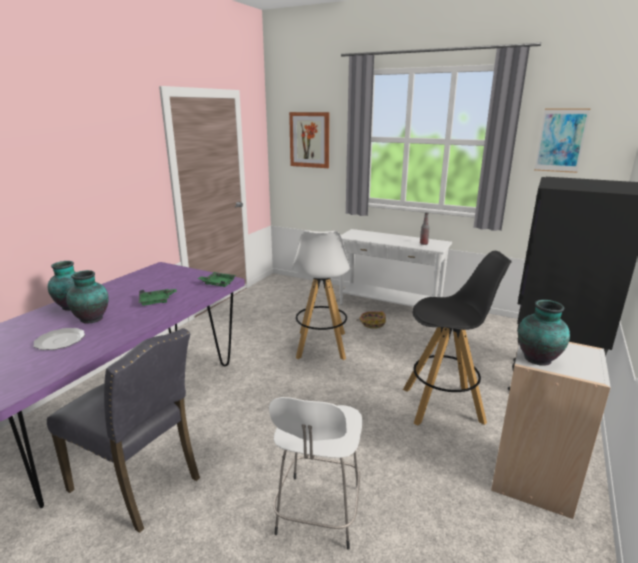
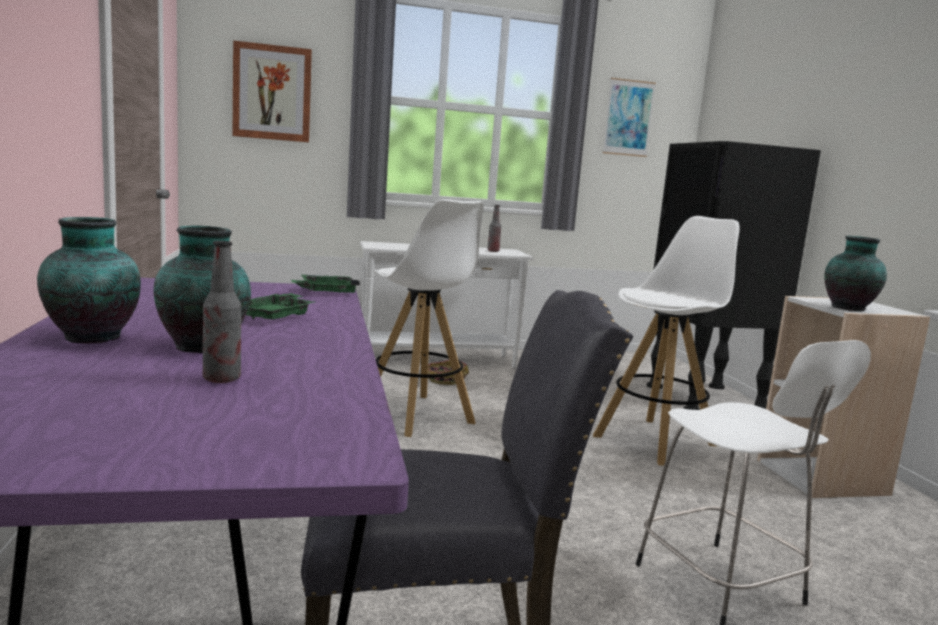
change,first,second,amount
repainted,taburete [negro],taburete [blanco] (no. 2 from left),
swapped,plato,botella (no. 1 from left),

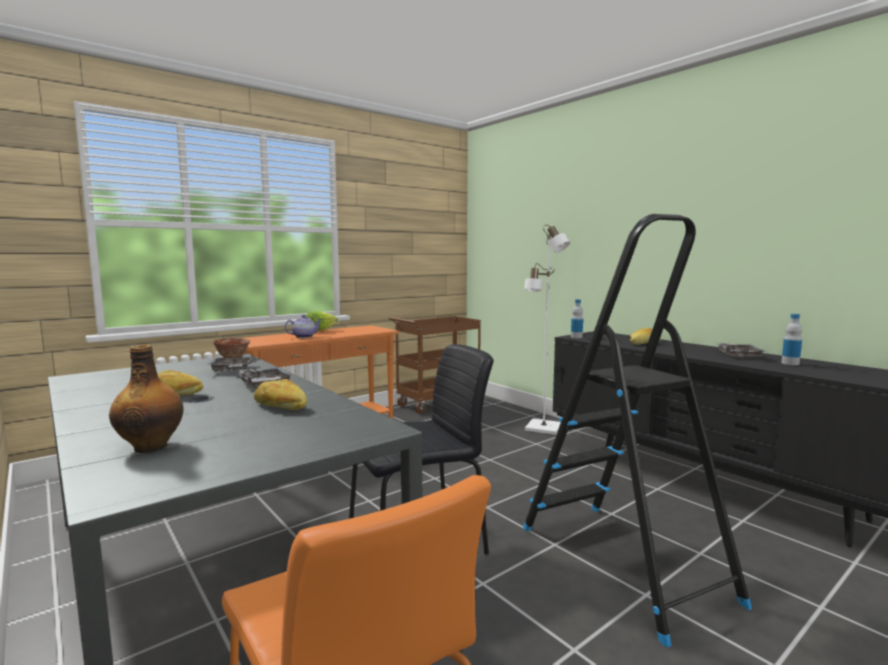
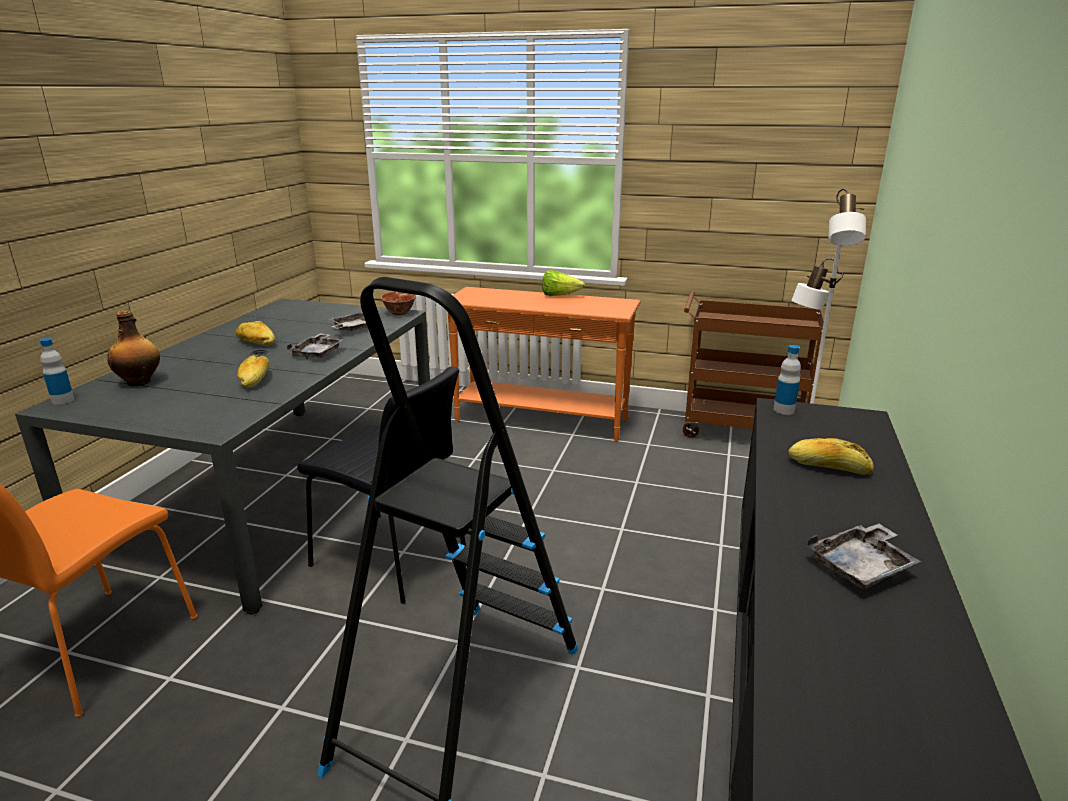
change,first,second,amount
shifted,botella (no. 3 from left in the first image),botella (no. 1 from left),
gone,tetera,,

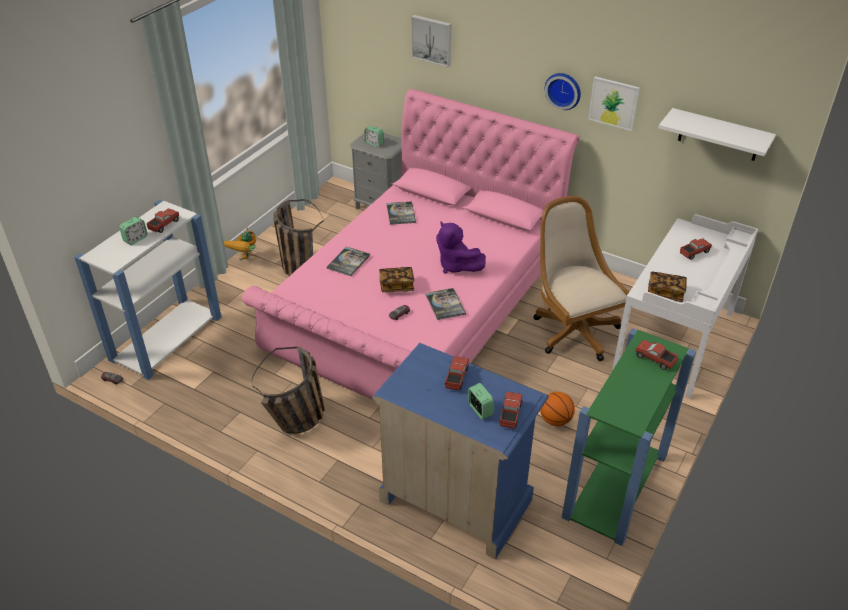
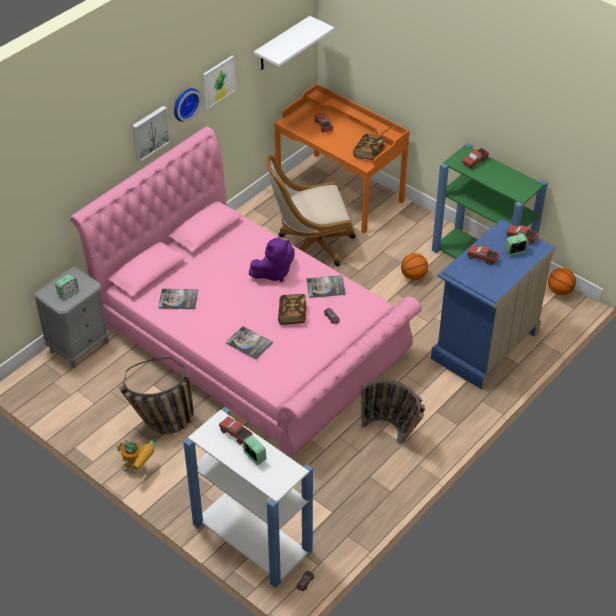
change,first,second,amount
shifted,cuadro (no. 1 from left),,
repainted,escritorio [blanco],escritorio [naranja],
new,,balón de baloncesto (no. 2 from left),

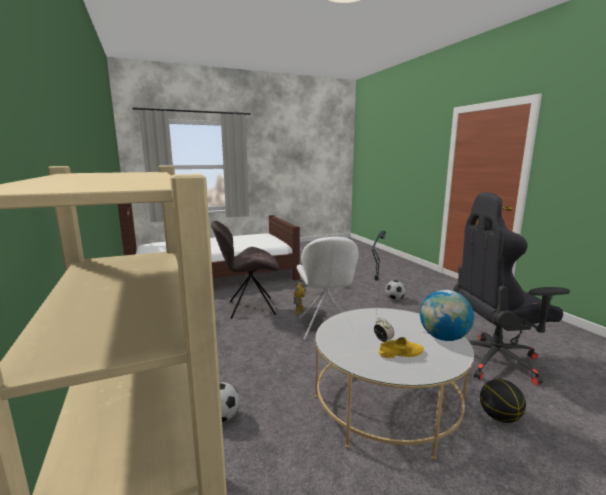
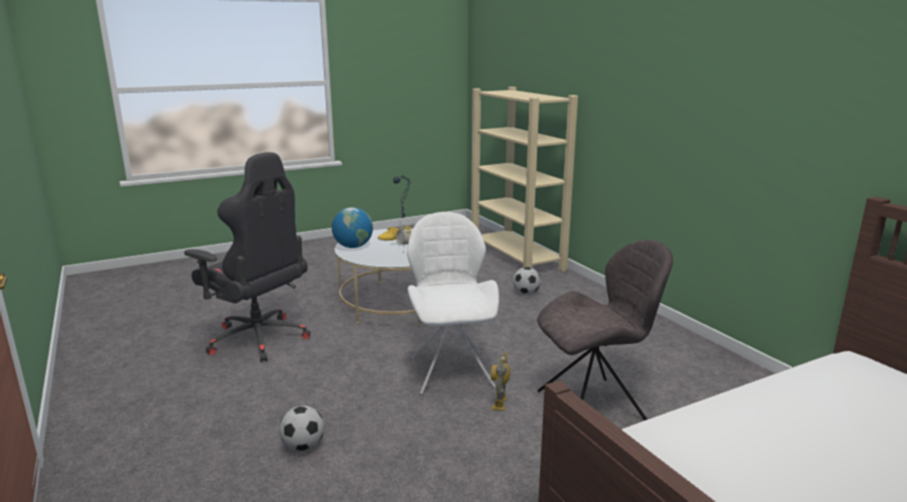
change,first,second,amount
rotated,silla de oficina [negro],,45 degrees clockwise
gone,balón de baloncesto,,

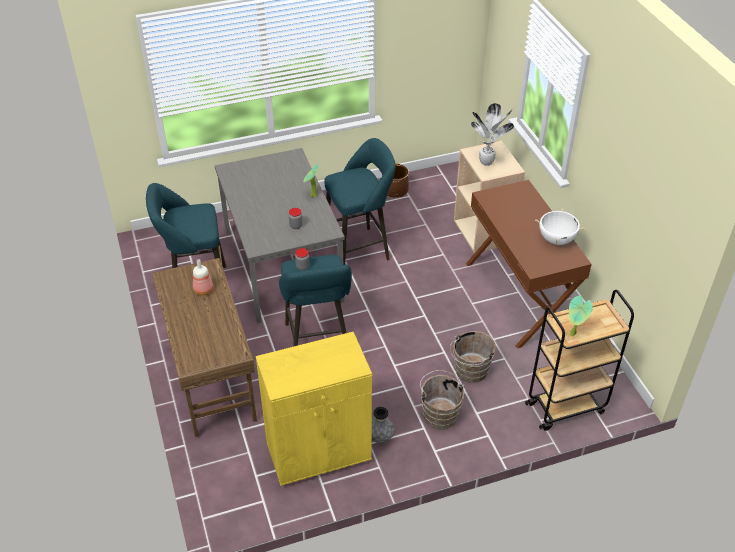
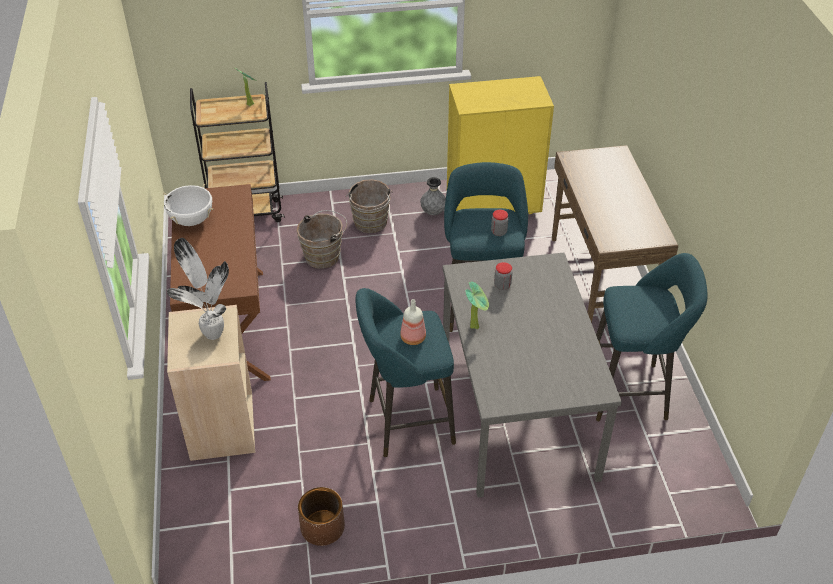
change,first,second,amount
shifted,botella,,

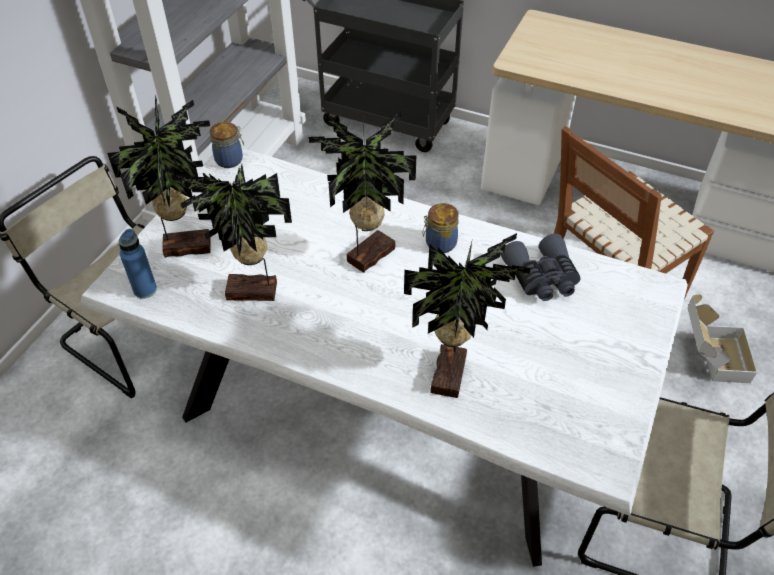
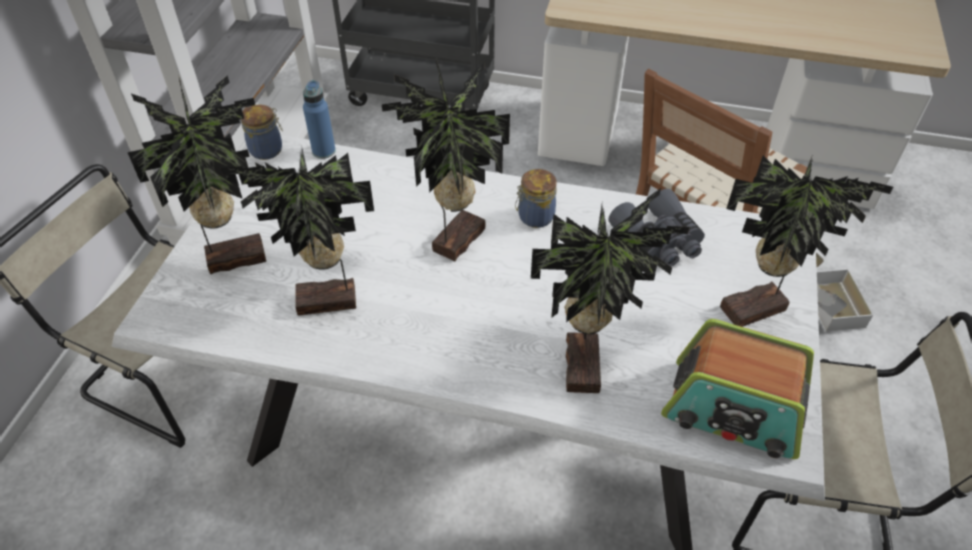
change,first,second,amount
shifted,botella [azul],,
new,,planta en maceta (no. 5 from left),
new,,radio,

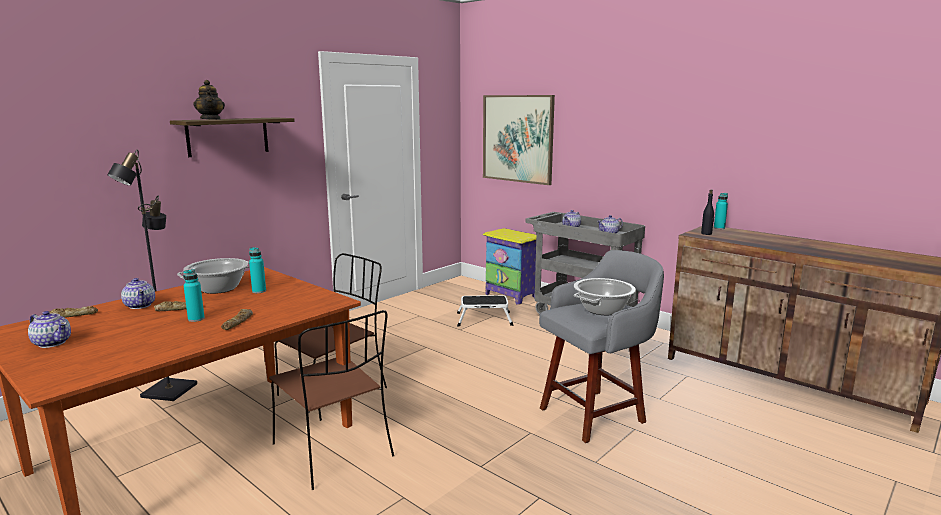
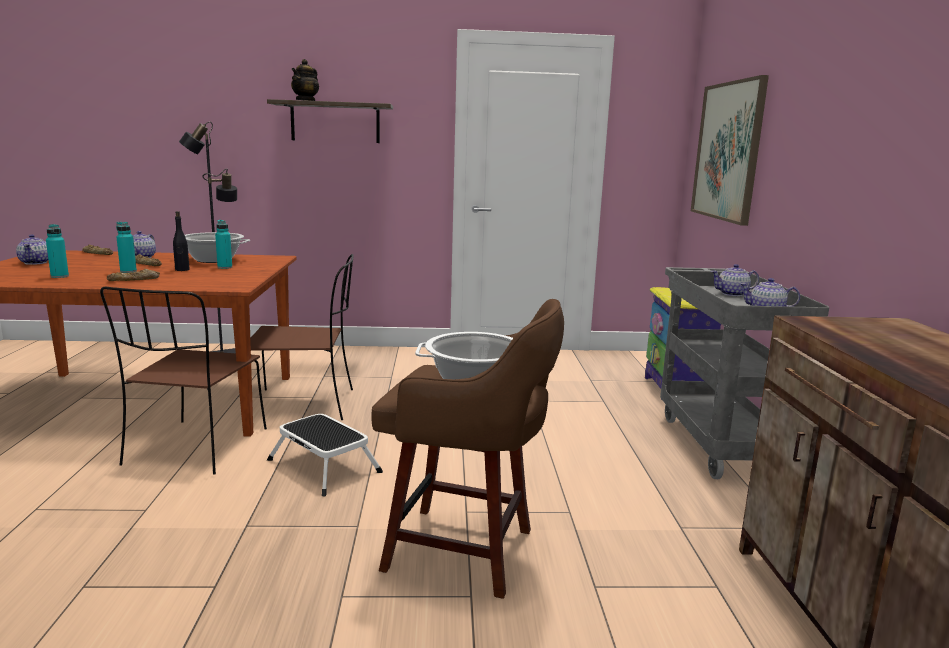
change,first,second,amount
shifted,botella [negro],,
shifted,botella [turquesa] (no. 3 from left in the first image),botella [turquesa] (no. 1 from left),
repainted,taburete [gris],taburete [marrón],
shifted,escalera de tijera [negro],,

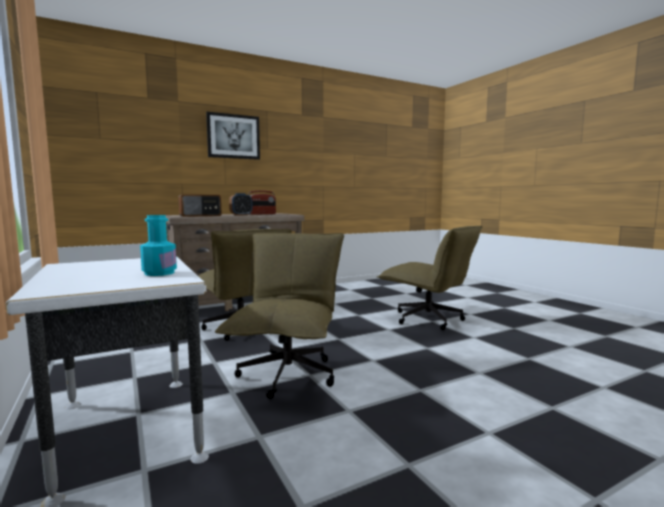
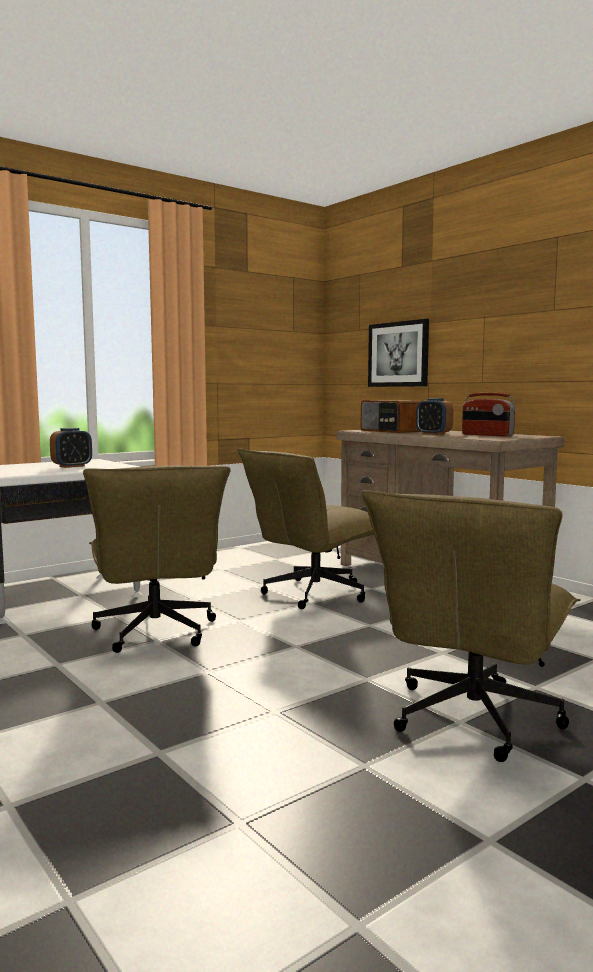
change,first,second,amount
shifted,cuadro,,
gone,botella [turquesa],,
rotated,silla de oficina [beis] (no. 2 from left in the first image),silla de oficina [beis] (no. 1 from left),75 degrees clockwise
new,,despertador (no. 1 from left),

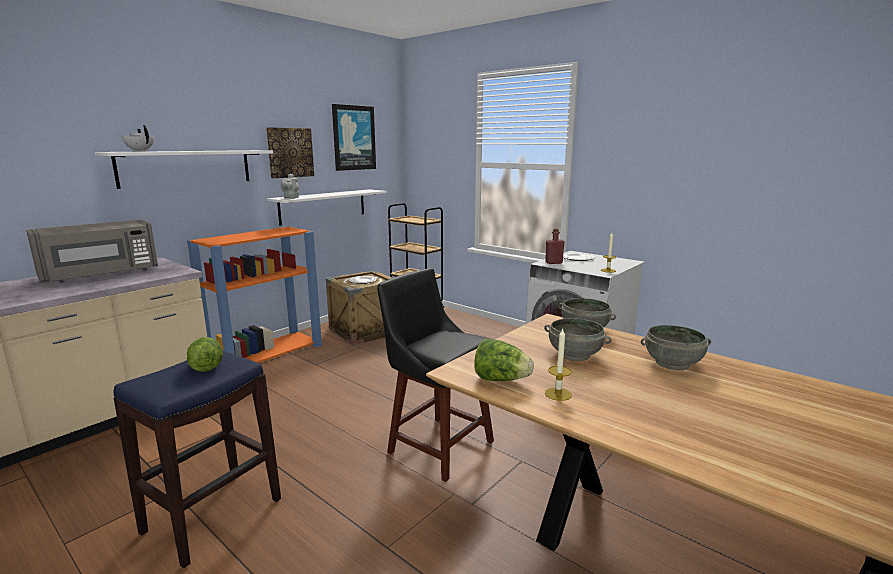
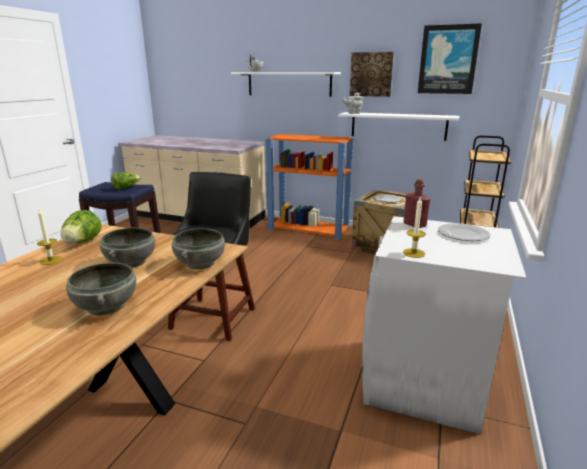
change,first,second,amount
gone,microondas [gris],,

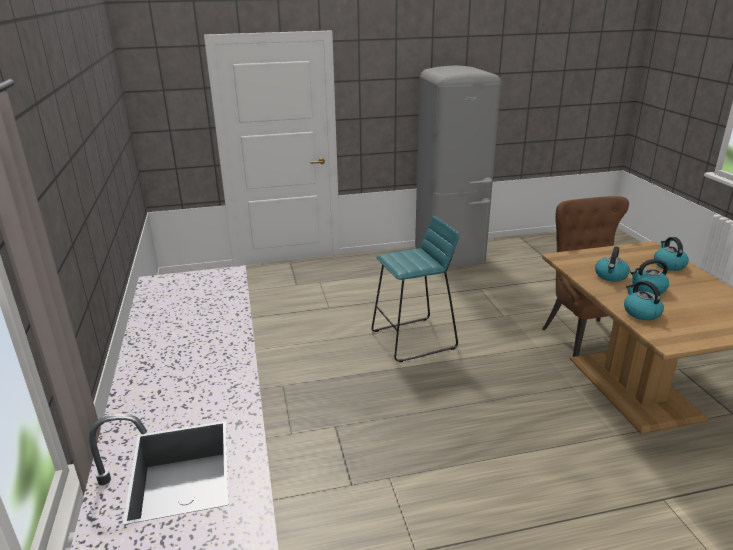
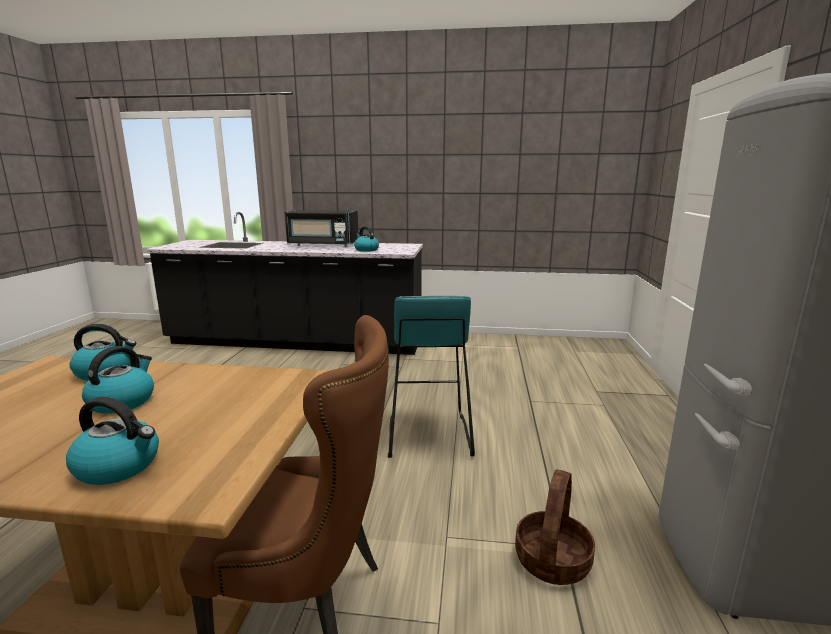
change,first,second,amount
shifted,hervidor (no. 1 from left in the first image),hervidor (no. 4 from left),
new,,microondas [negro],
new,,cesta,

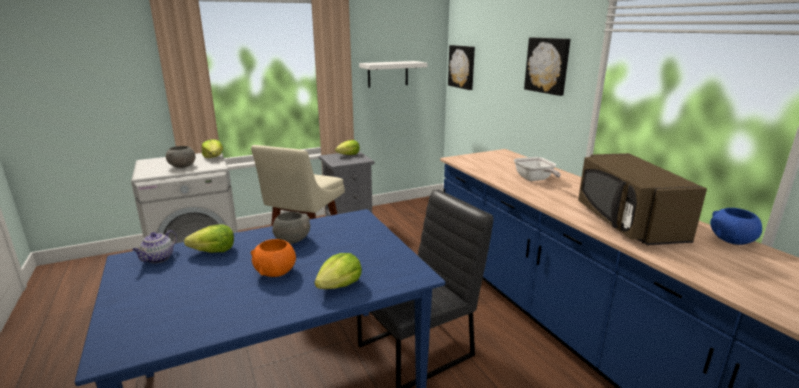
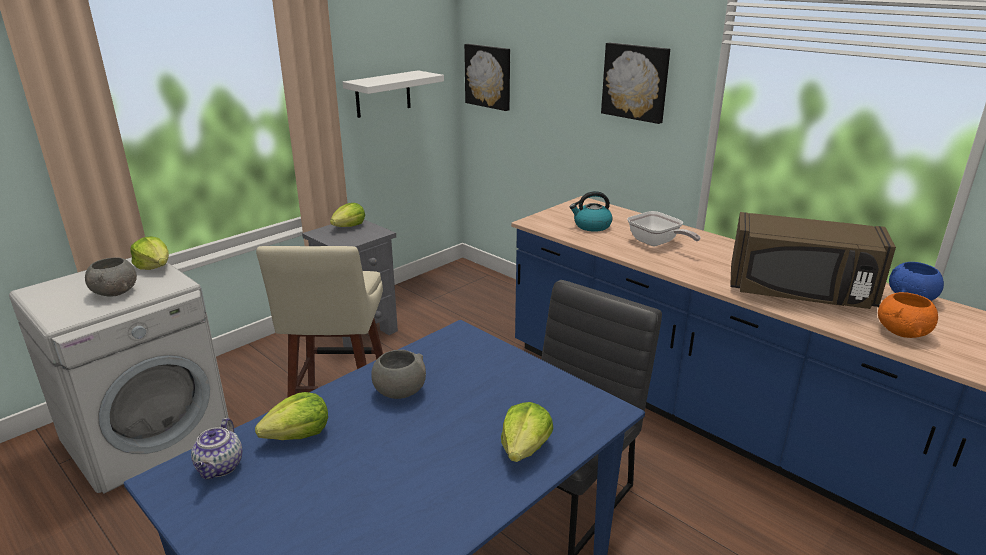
change,first,second,amount
rotated,microondas [marrón],,45 degrees counterclockwise
shifted,cuenco [naranja],,
new,,hervidor,

